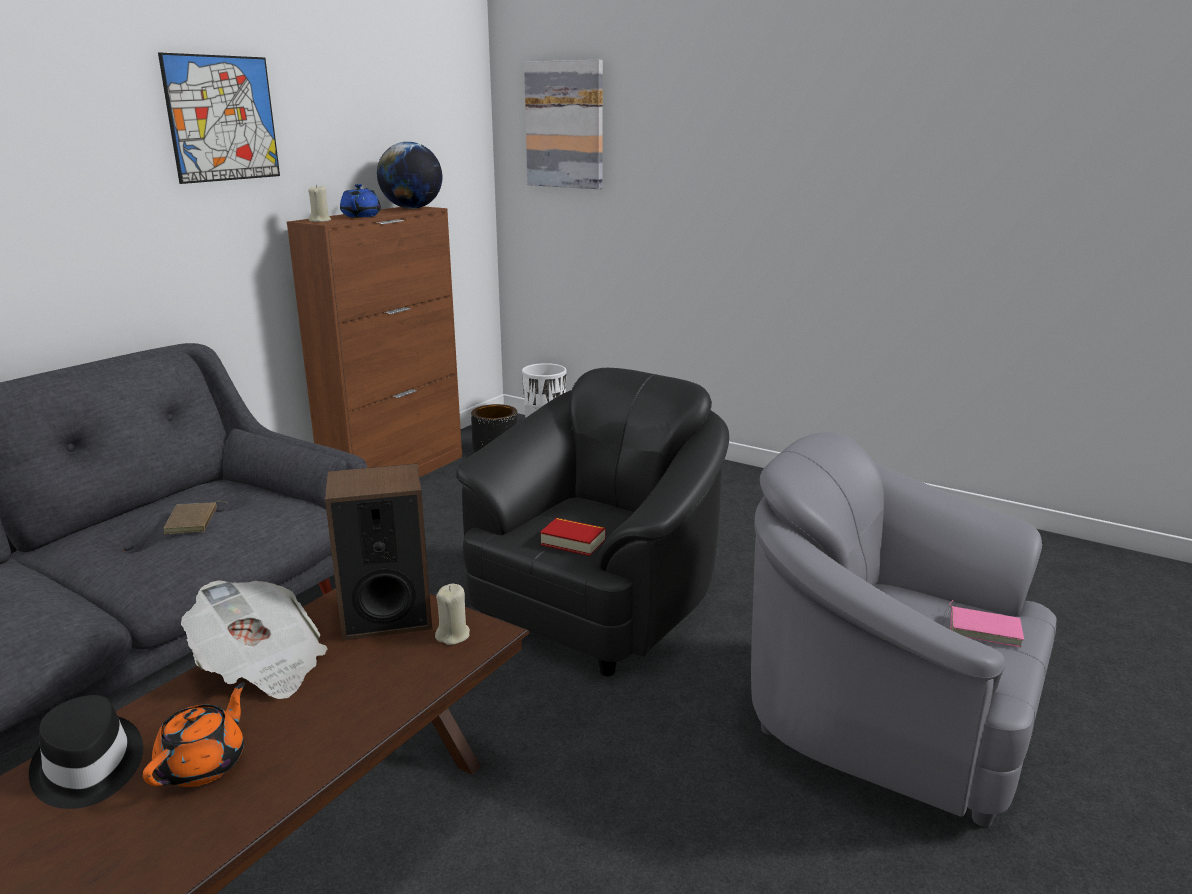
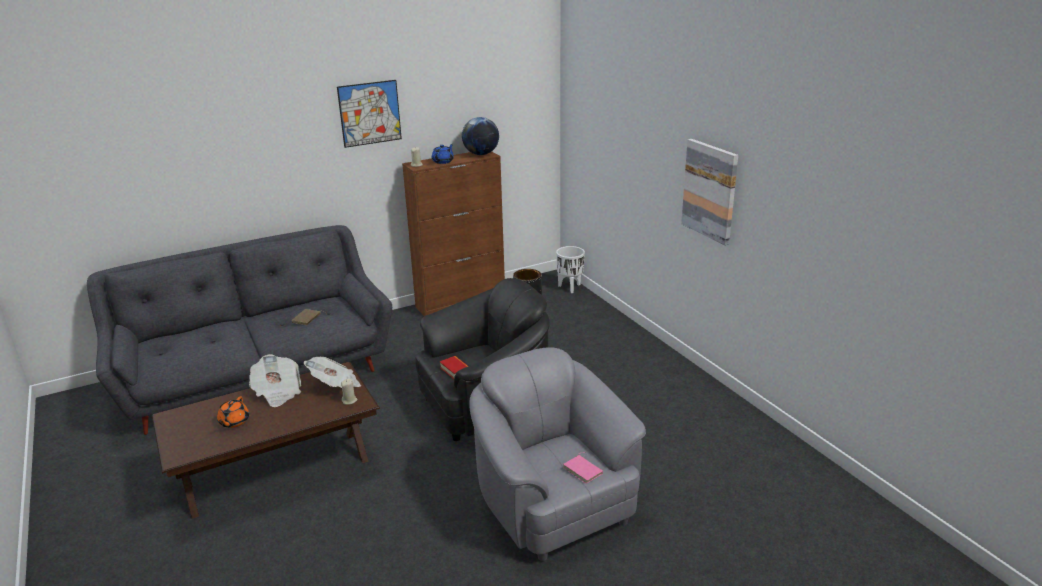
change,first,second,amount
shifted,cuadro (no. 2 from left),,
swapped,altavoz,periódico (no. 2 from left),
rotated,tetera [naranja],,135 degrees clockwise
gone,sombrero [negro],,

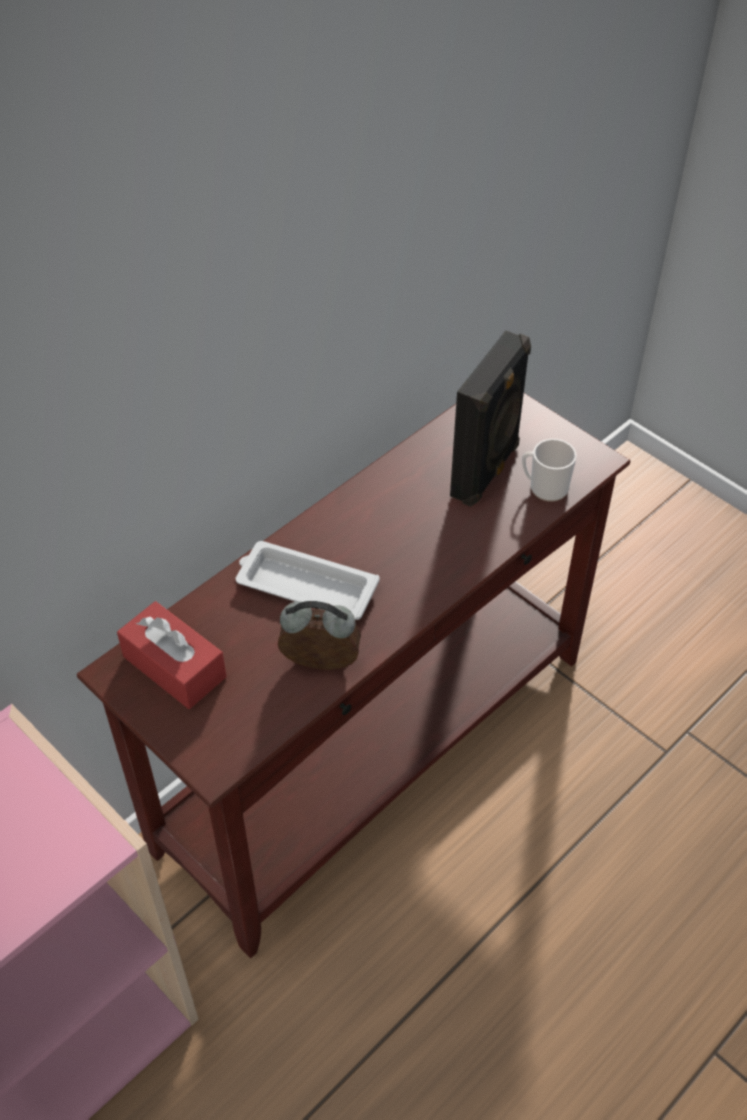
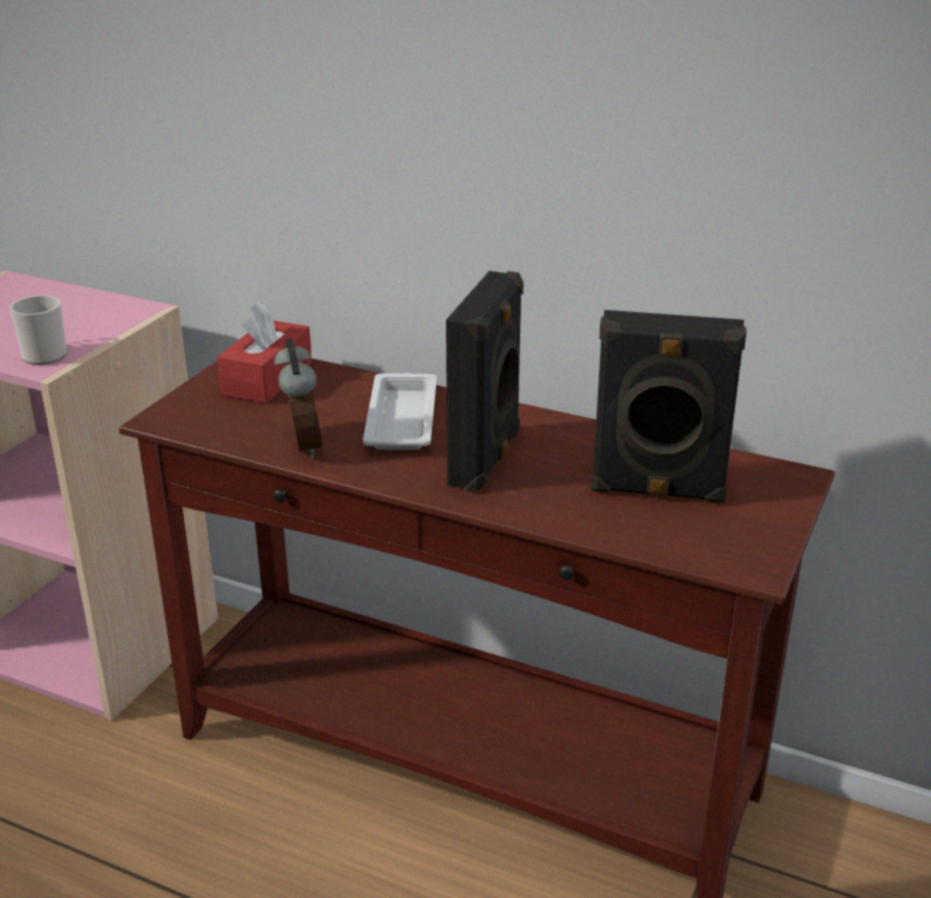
change,first,second,amount
shifted,taza grande,,
new,,altavoz [negro] (no. 1 from left),

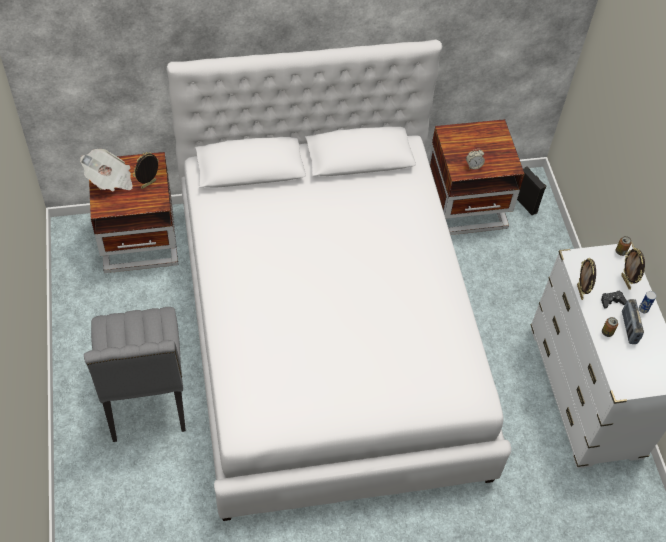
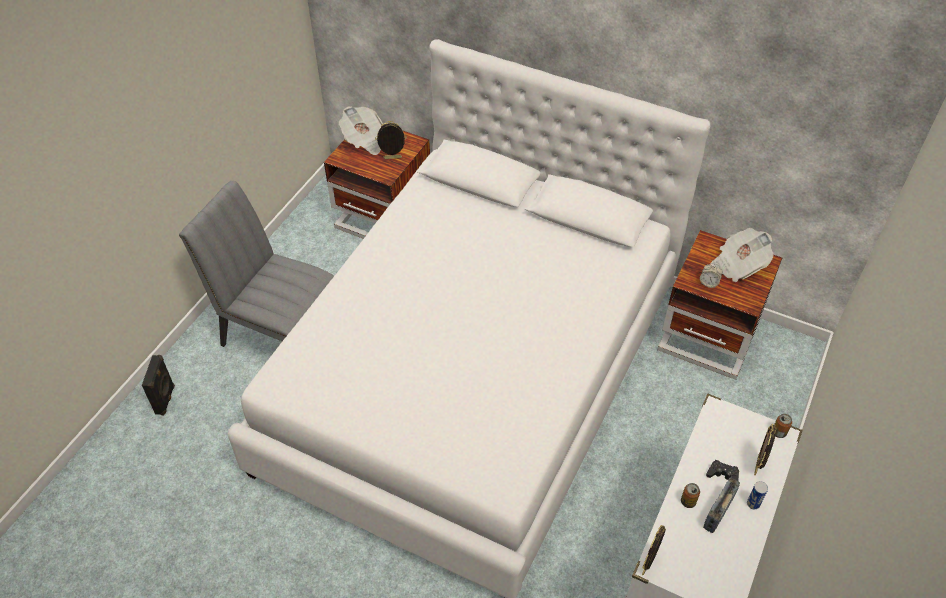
change,first,second,amount
shifted,altavoz [negro],,
shifted,portarretratos (no. 2 from left),,
rotated,silla [gris],,90 degrees clockwise
new,,periódico (no. 2 from left),

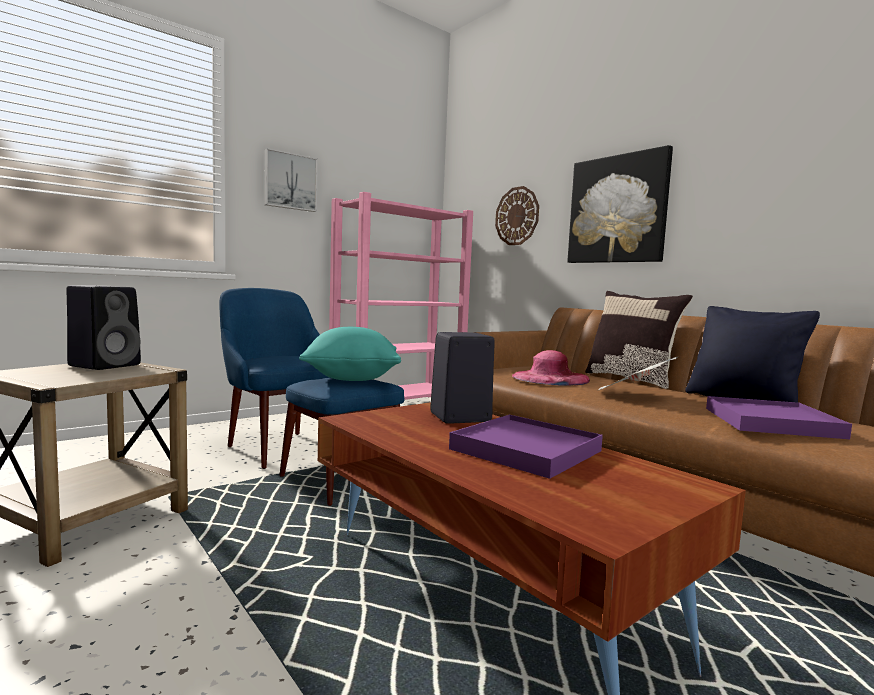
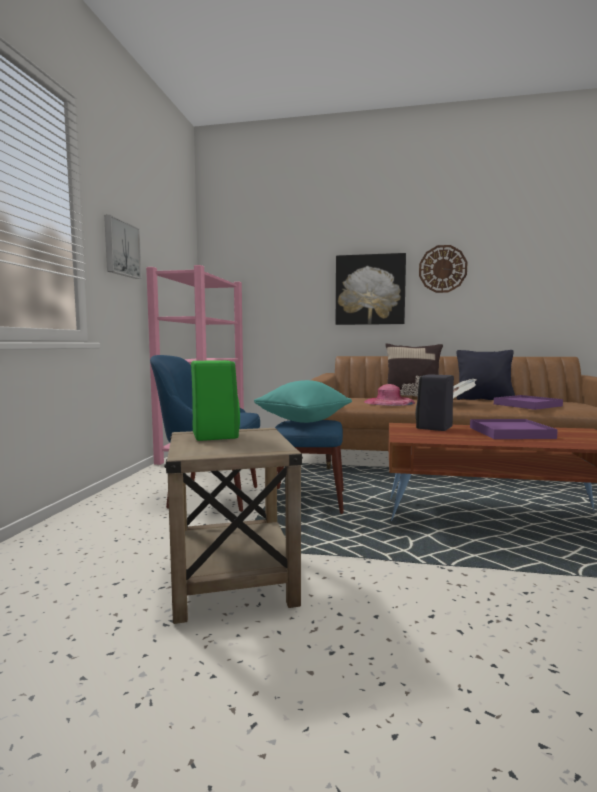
change,first,second,amount
shifted,reloj de pared,,
repainted,altavoz [negro] (no. 1 from left),altavoz [verde],

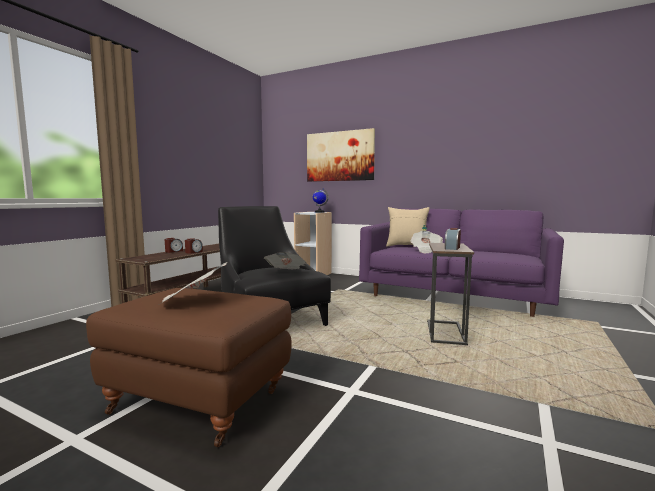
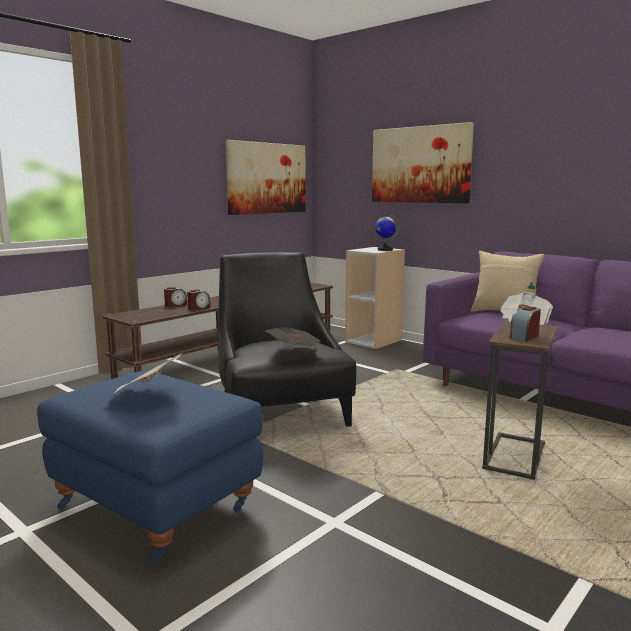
change,first,second,amount
repainted,puf [marrón],puf [azul],
new,,cuadro (no. 1 from left),

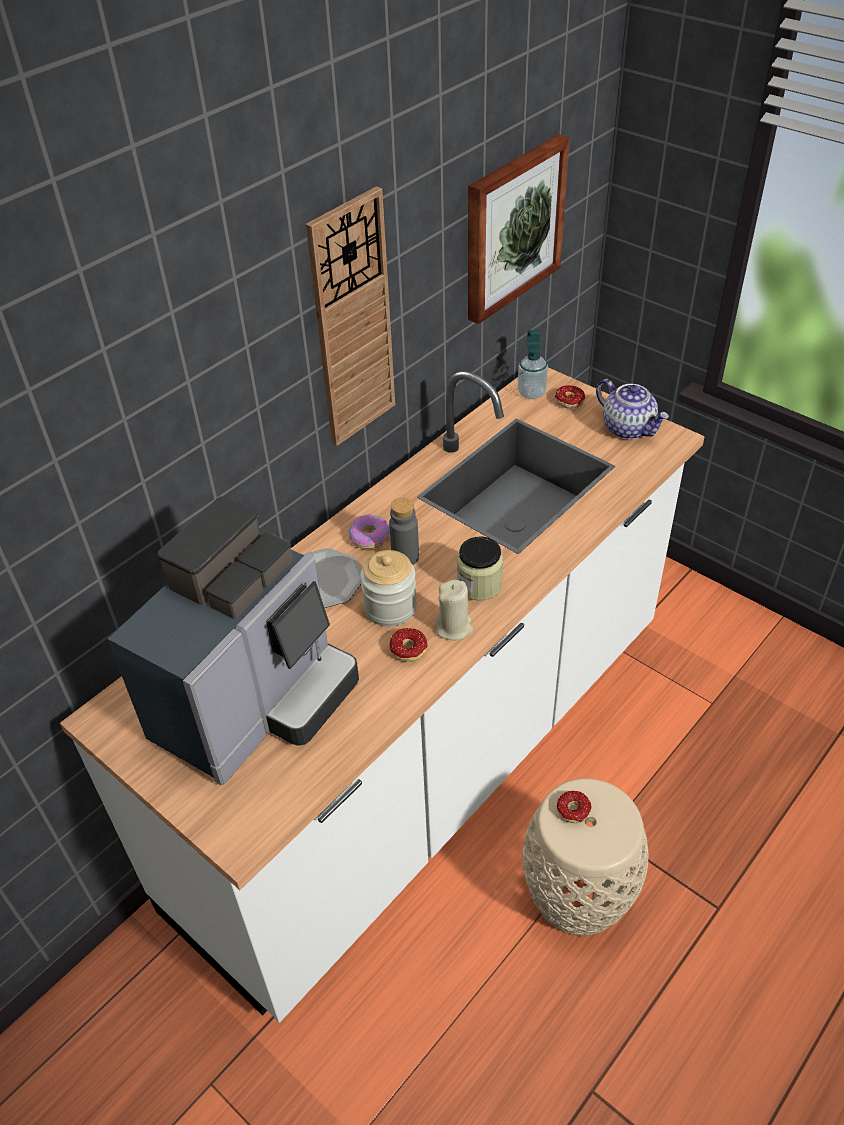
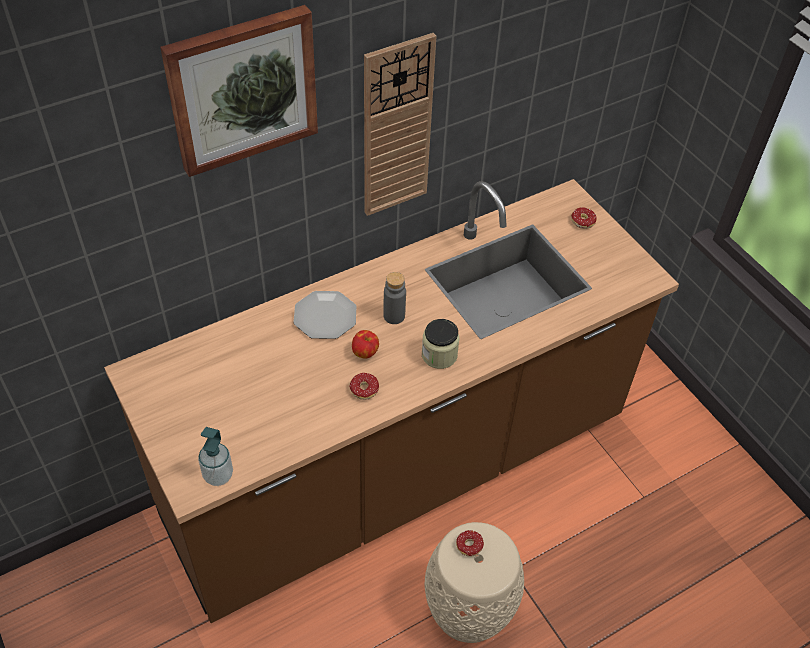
change,first,second,amount
shifted,cuadro,,
shifted,dispensador de jabón,,
repainted,mueble bajo de cocina [blanco],mueble bajo de cocina [marrón],
gone,tetera,,
gone,cafetera,,
gone,rosquilla (no. 1 from left),,
swapped,tarro (no. 1 from left),manzana,
gone,vela [beis],,

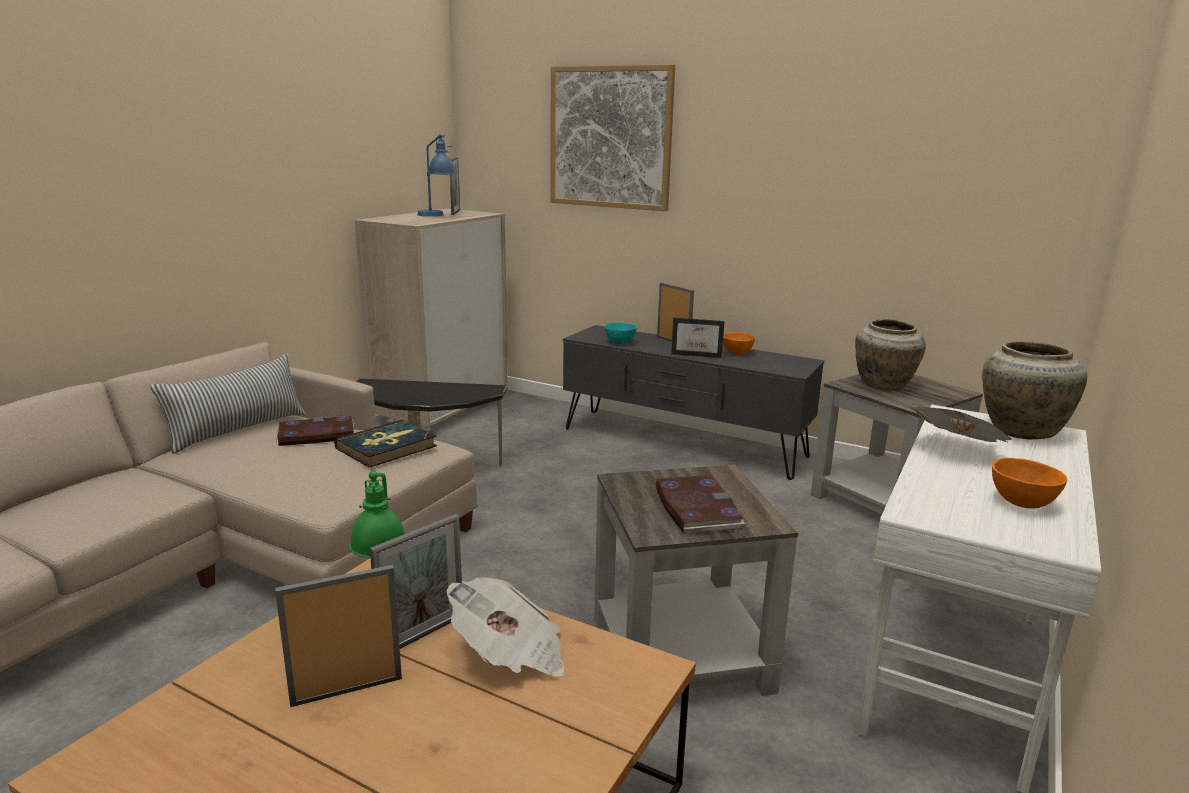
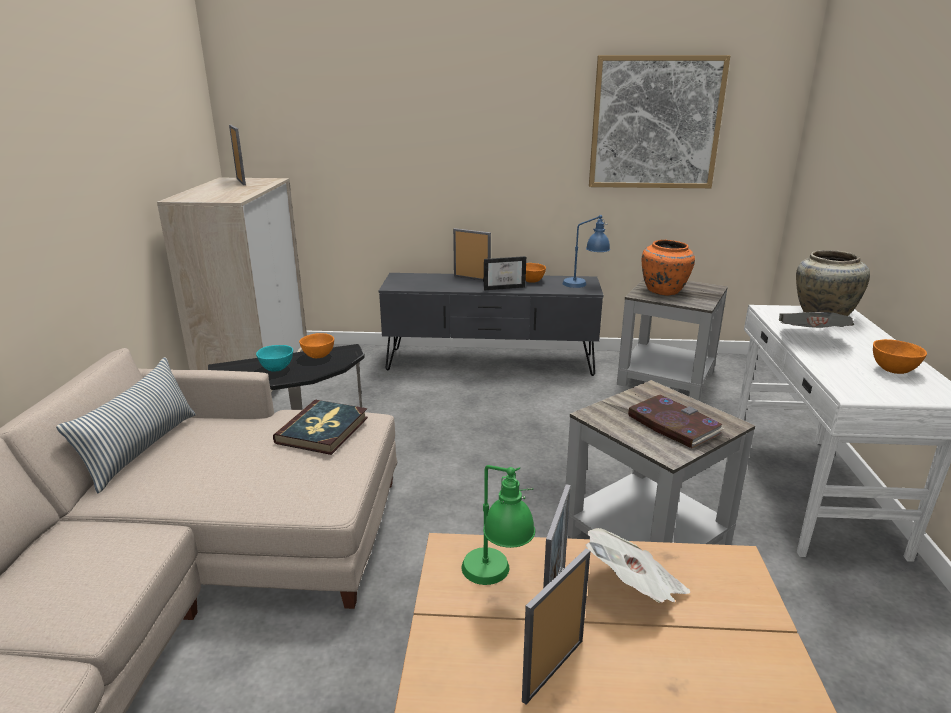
change,first,second,amount
shifted,cuadro,,
shifted,lámpara de mesa [azul],,
repainted,florero [beis] (no. 1 from left),florero [naranja],
shifted,cuenco [turquesa],,
gone,libro (no. 1 from left),,
new,,cuenco [naranja] (no. 1 from left),

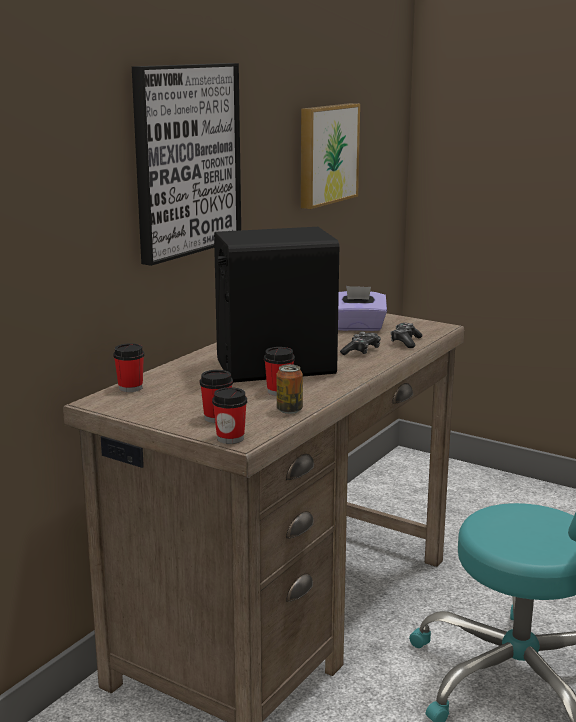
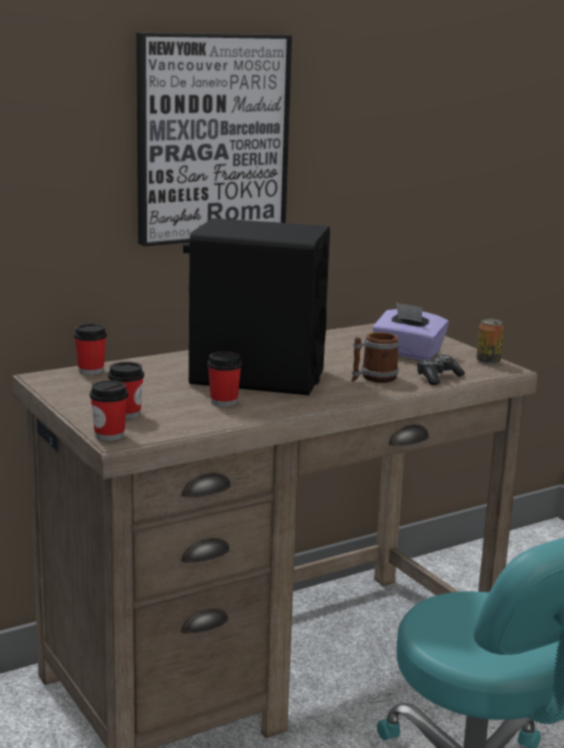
change,first,second,amount
gone,cuadro (no. 2 from left),,
swapped,mando de consola (no. 1 from left),taza grande,
shifted,lata,,

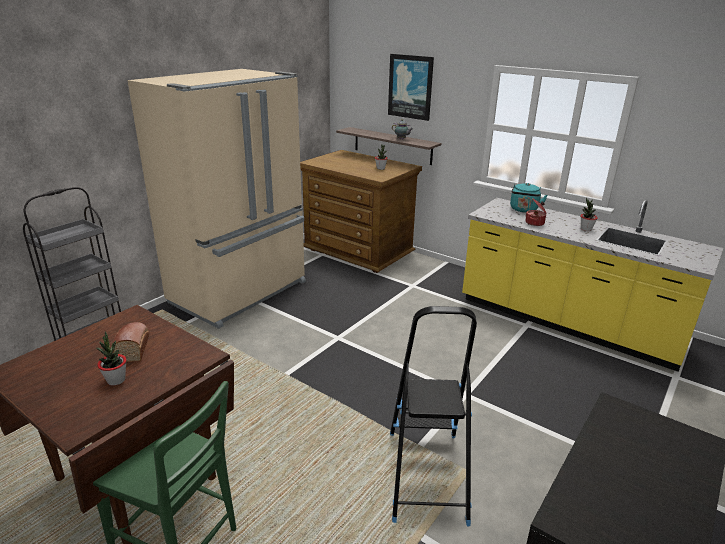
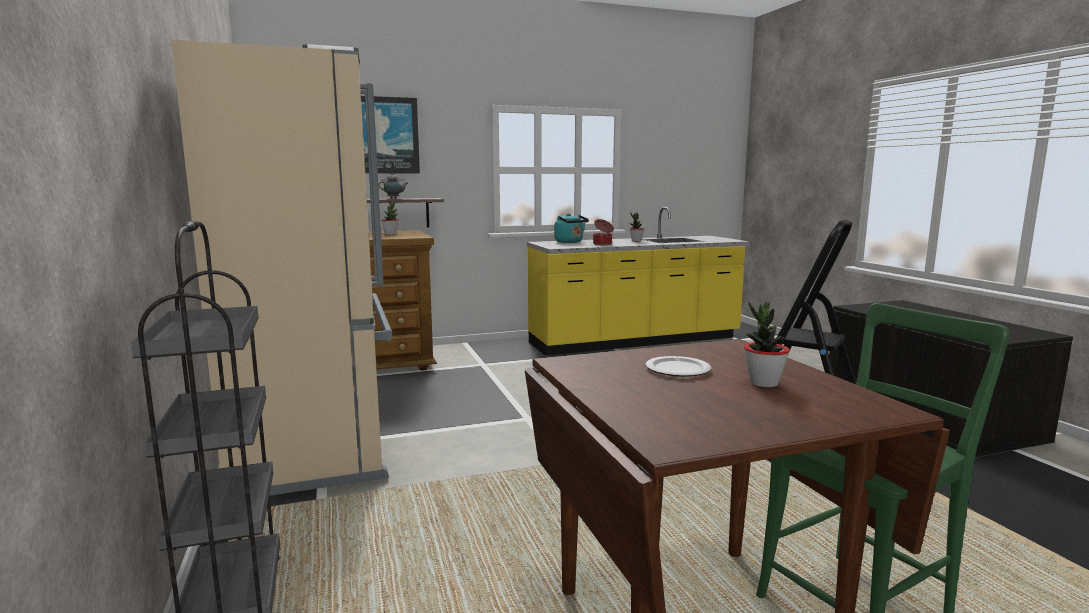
change,first,second,amount
swapped,pan,plato,

